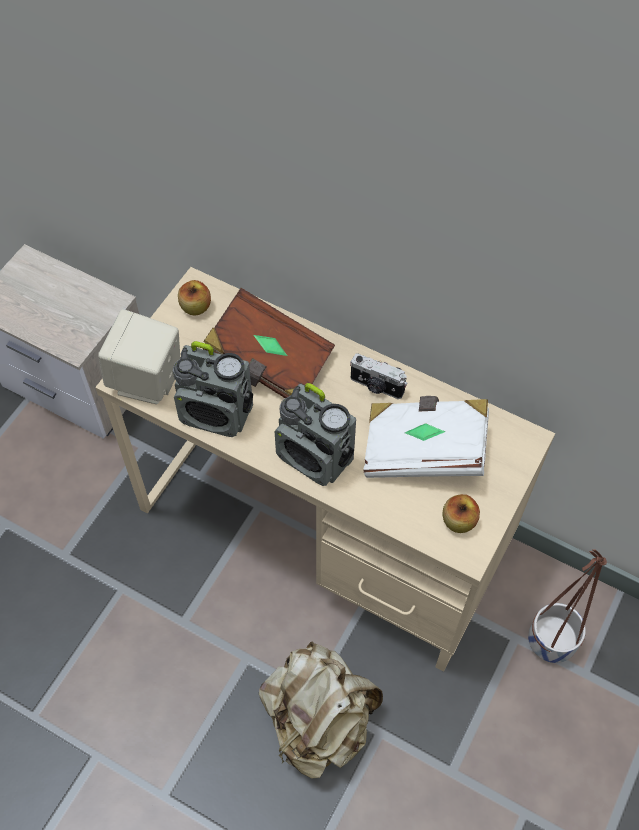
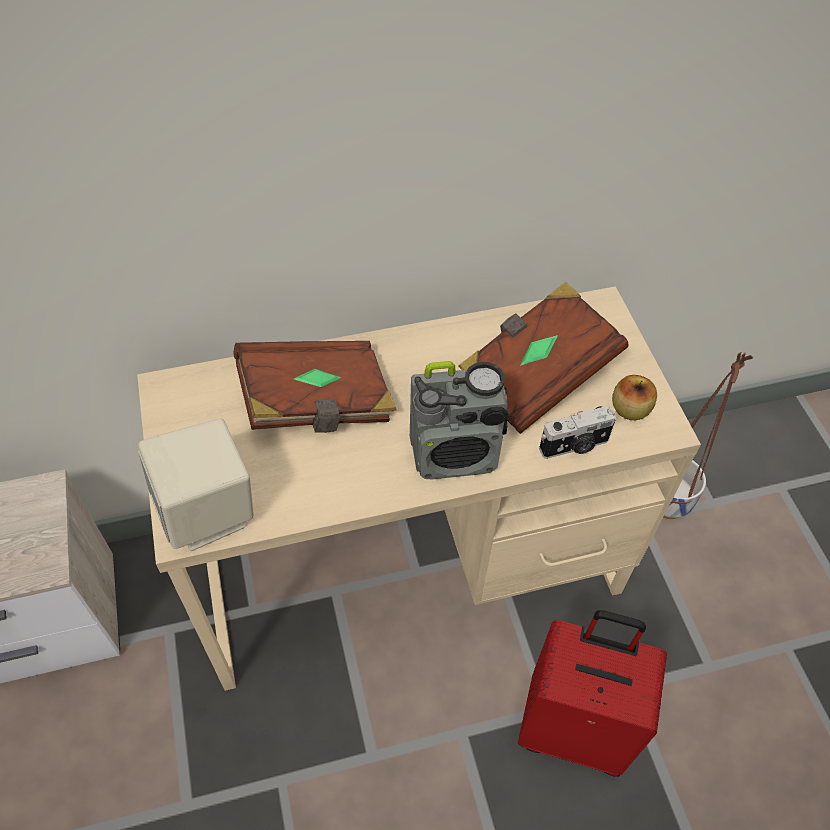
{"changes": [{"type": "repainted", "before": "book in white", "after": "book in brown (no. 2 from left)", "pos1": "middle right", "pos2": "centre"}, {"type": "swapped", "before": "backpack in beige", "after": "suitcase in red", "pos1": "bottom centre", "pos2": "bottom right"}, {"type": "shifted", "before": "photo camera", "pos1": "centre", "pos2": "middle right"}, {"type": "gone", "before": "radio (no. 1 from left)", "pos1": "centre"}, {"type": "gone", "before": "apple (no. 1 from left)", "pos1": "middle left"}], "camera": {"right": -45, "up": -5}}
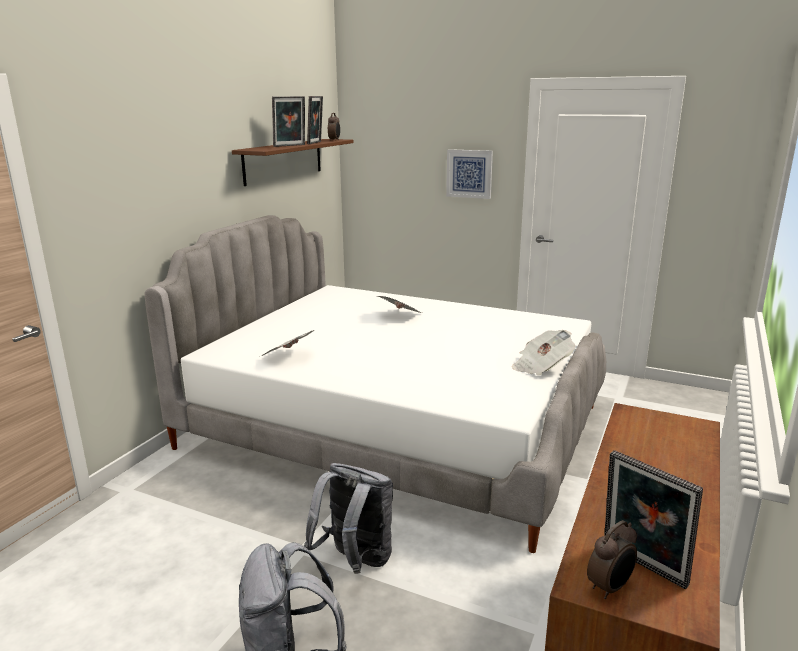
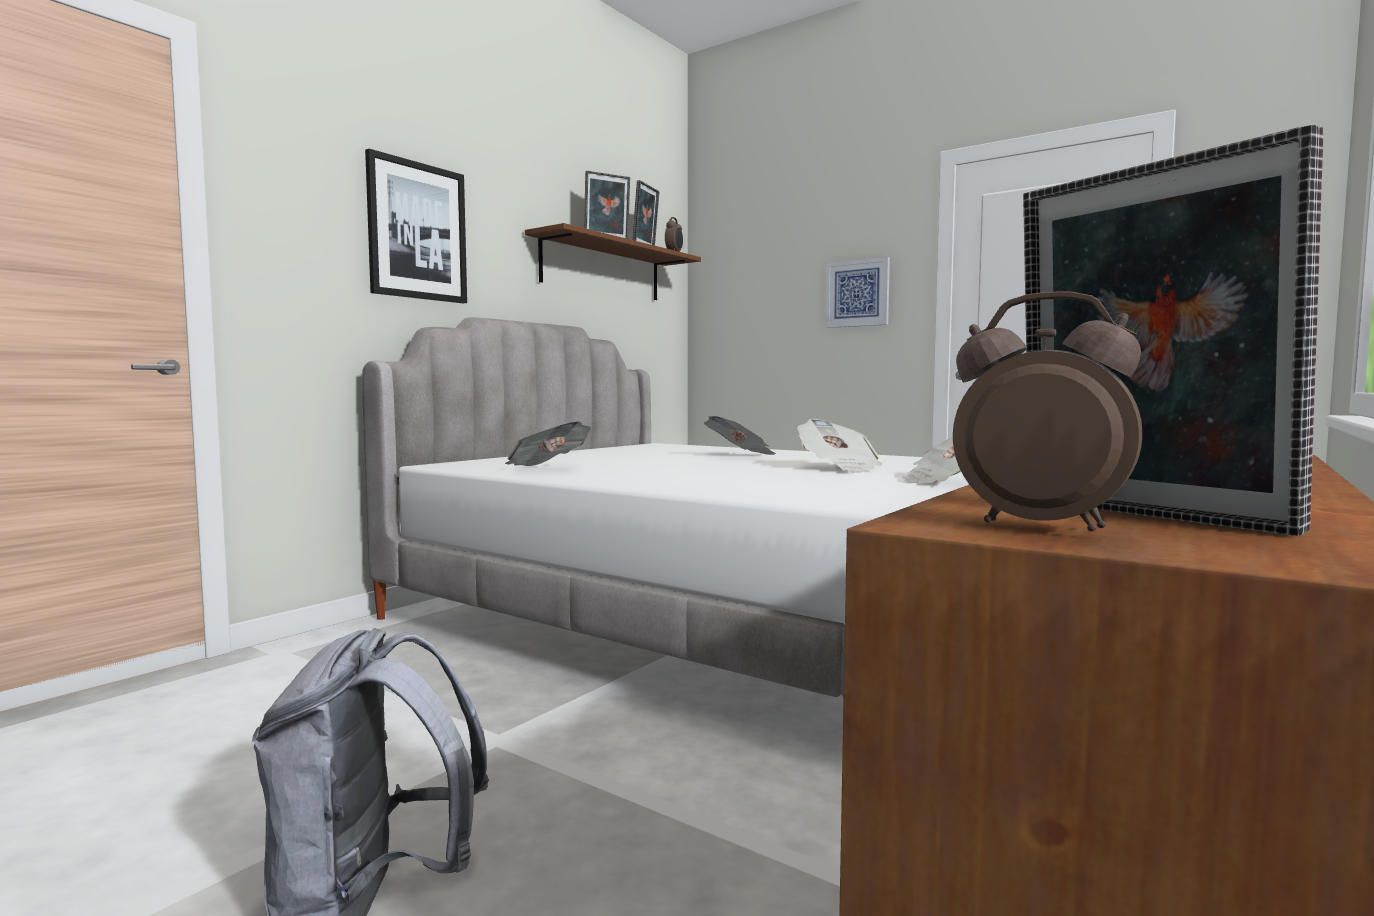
{"changes": [{"type": "new", "after": "picture (no. 1 from left)", "pos2": "top left"}, {"type": "new", "after": "newspaper (no. 3 from left)", "pos2": "centre"}, {"type": "rotated", "before": "alarm clock (no. 2 from left)", "pos1": "bottom right", "pos2": "middle right", "turn": -120}, {"type": "gone", "before": "backpack in grey (no. 2 from left)", "pos1": "bottom centre"}], "camera": {"right": 10, "up": -15}}
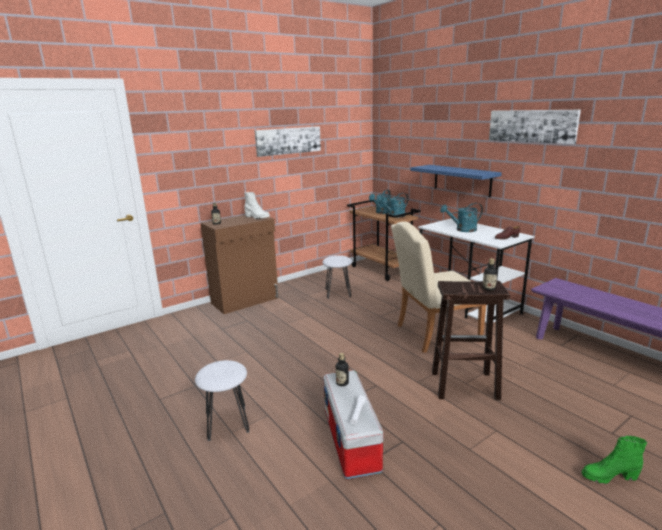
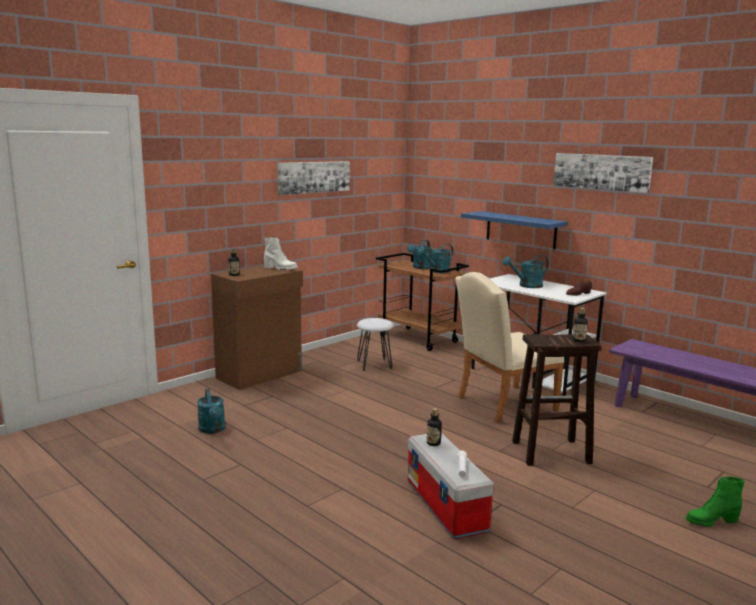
{"changes": [{"type": "new", "after": "watering can in turquoise (no. 1 from left)", "pos2": "bottom left"}, {"type": "gone", "before": "stool in white (no. 1 from left)", "pos1": "bottom centre"}], "camera": {"right": -10, "up": -5}}
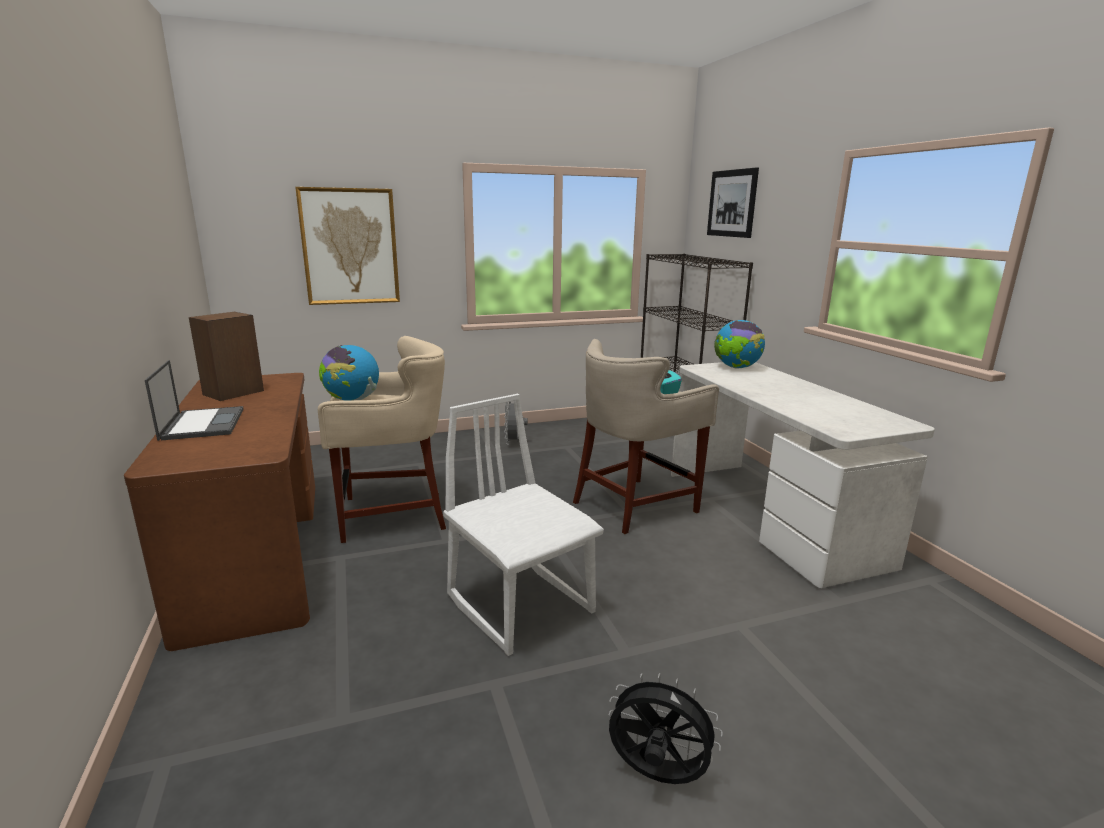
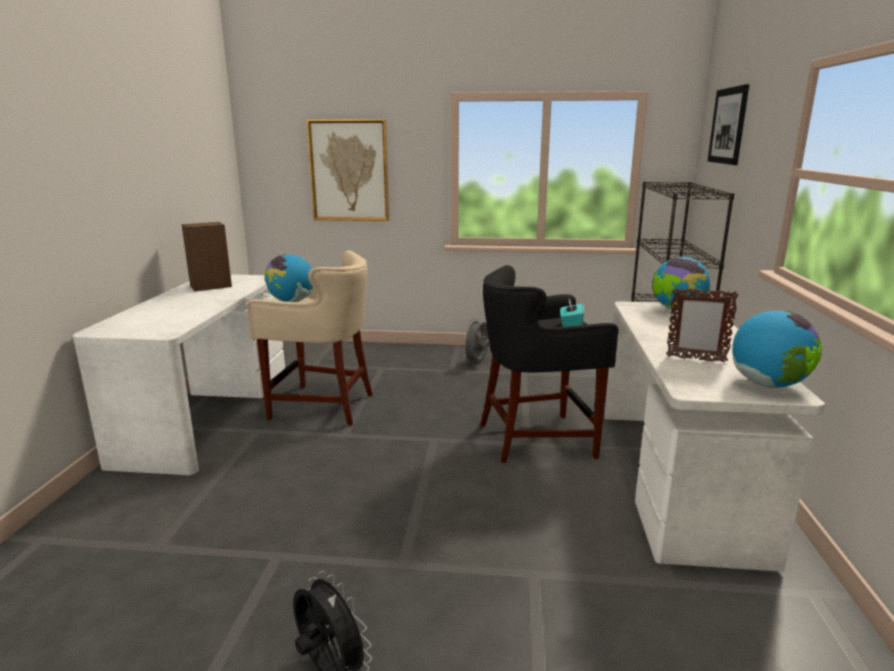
{"changes": [{"type": "repainted", "before": "desk in brown", "after": "desk in white (no. 1 from left)", "pos1": "middle left", "pos2": "middle left"}, {"type": "repainted", "before": "stool in beige (no. 2 from left)", "after": "stool in black", "pos1": "centre", "pos2": "centre"}, {"type": "new", "after": "picture frame", "pos2": "middle right"}, {"type": "new", "after": "globe (no. 3 from left)", "pos2": "middle right"}, {"type": "gone", "before": "laptop", "pos1": "middle left"}, {"type": "gone", "before": "chair in white", "pos1": "centre"}], "camera": {"right": 25, "up": 0}}
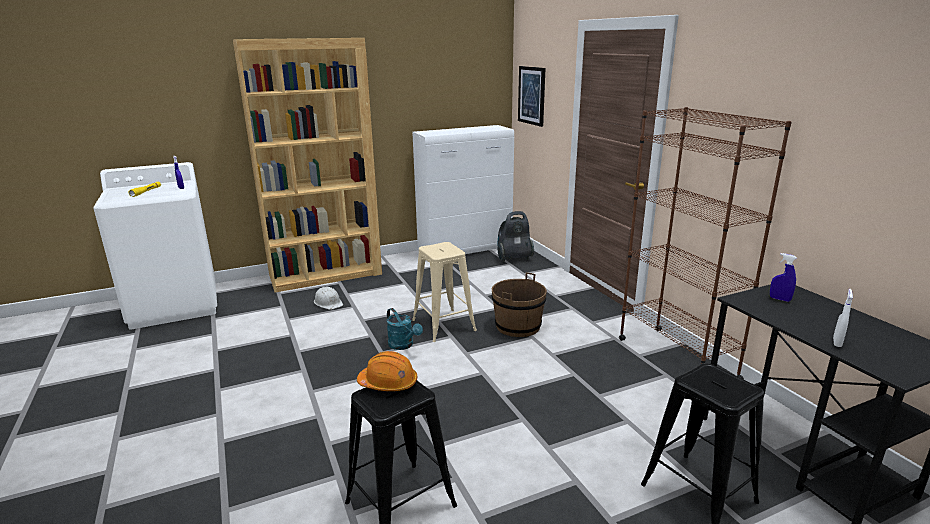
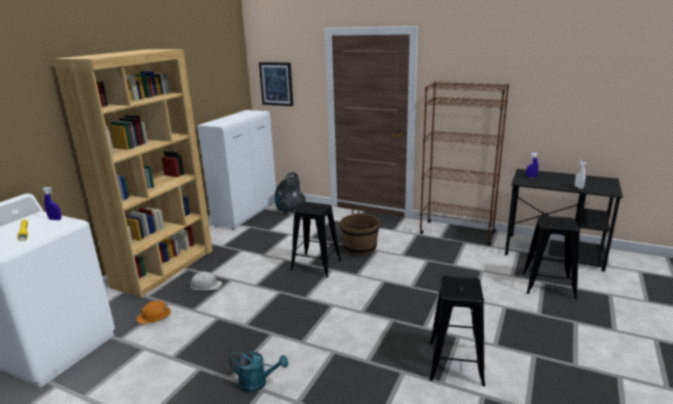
{"changes": [{"type": "shifted", "before": "hard hat in orange", "pos1": "bottom centre", "pos2": "bottom left"}, {"type": "shifted", "before": "watering can in turquoise", "pos1": "centre", "pos2": "bottom centre"}, {"type": "repainted", "before": "stool in beige", "after": "stool in black (no. 1 from left)", "pos1": "centre", "pos2": "centre"}], "camera": {"right": -40, "up": 0}}
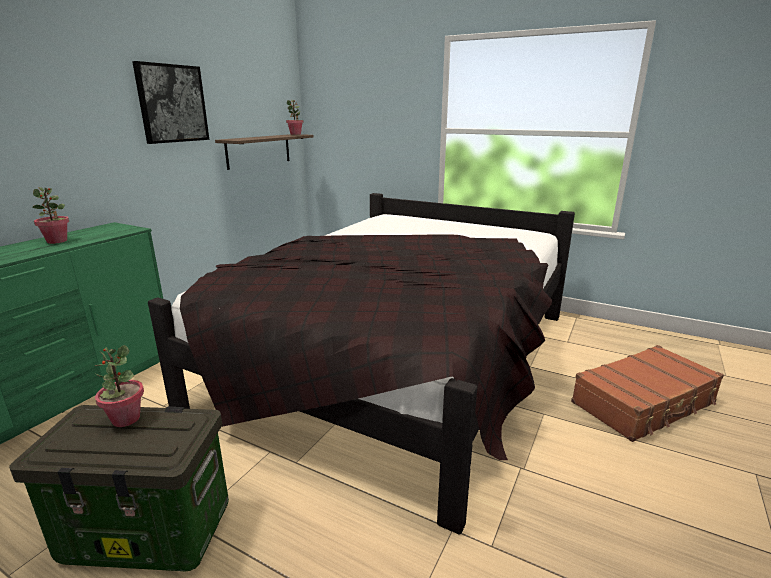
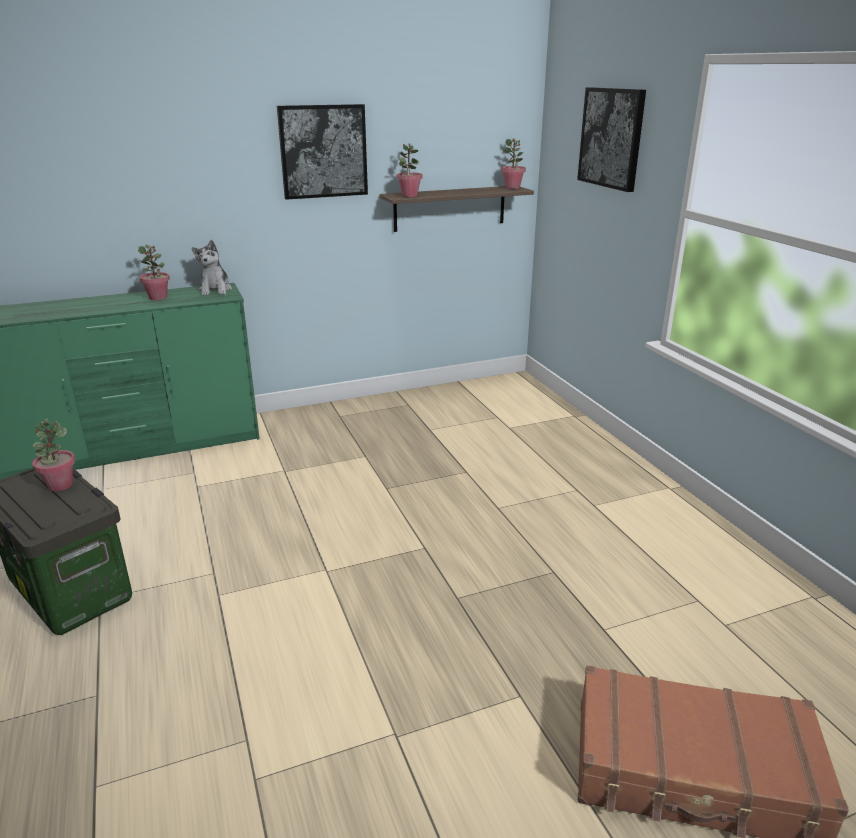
{"changes": [{"type": "new", "after": "plush toy", "pos2": "top left"}, {"type": "new", "after": "potted plant (no. 3 from left)", "pos2": "top centre"}, {"type": "new", "after": "picture (no. 2 from left)", "pos2": "top right"}, {"type": "gone", "before": "bed in black", "pos1": "centre"}], "camera": {"right": 40, "up": 5}}
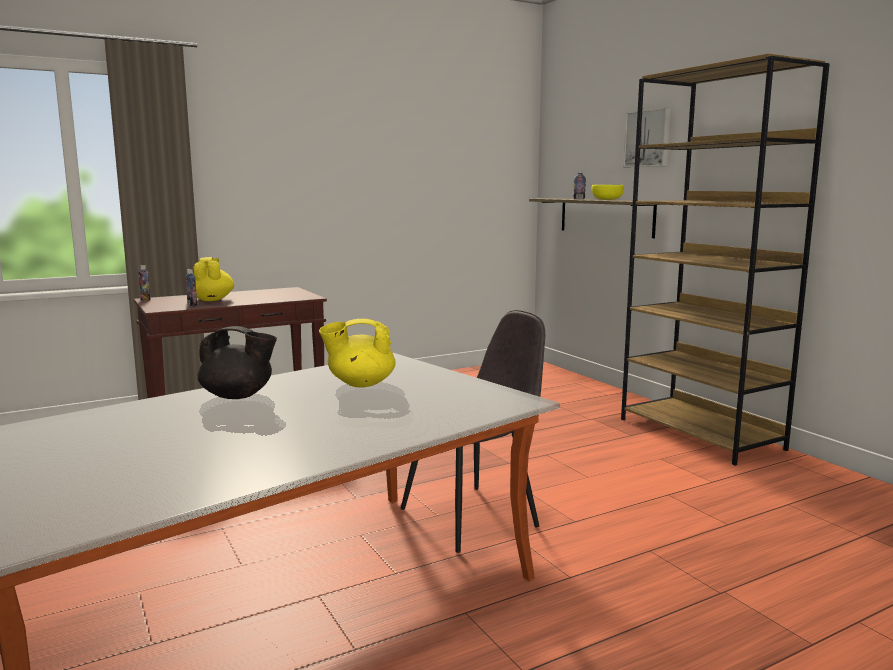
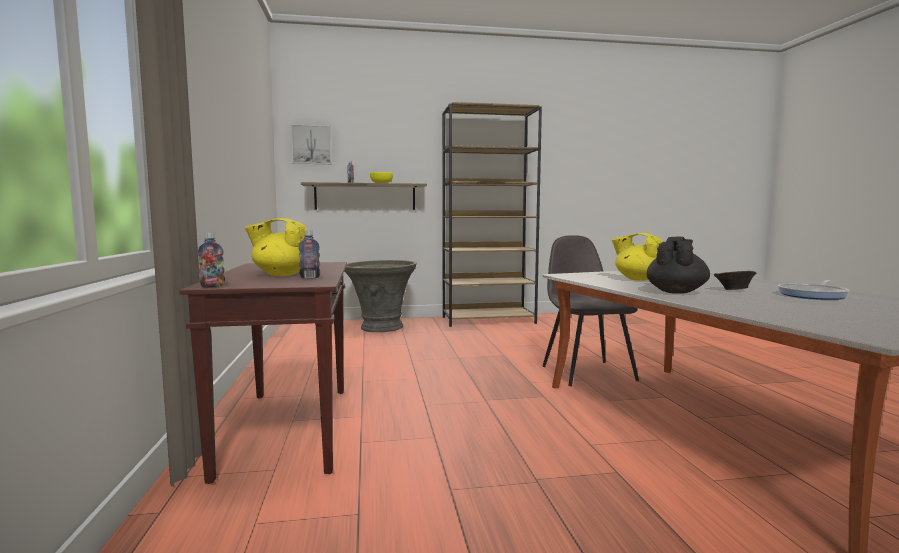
{"changes": [{"type": "shifted", "before": "picture", "pos1": "top right", "pos2": "top centre"}, {"type": "new", "after": "planter in grey", "pos2": "centre"}, {"type": "rotated", "before": "teapot in yellow (no. 2 from left)", "pos1": "centre", "pos2": "middle right", "turn": 120}, {"type": "new", "after": "bowl in brown", "pos2": "middle right"}, {"type": "new", "after": "frying pan", "pos2": "middle right"}], "camera": {"right": -70, "up": -5}}
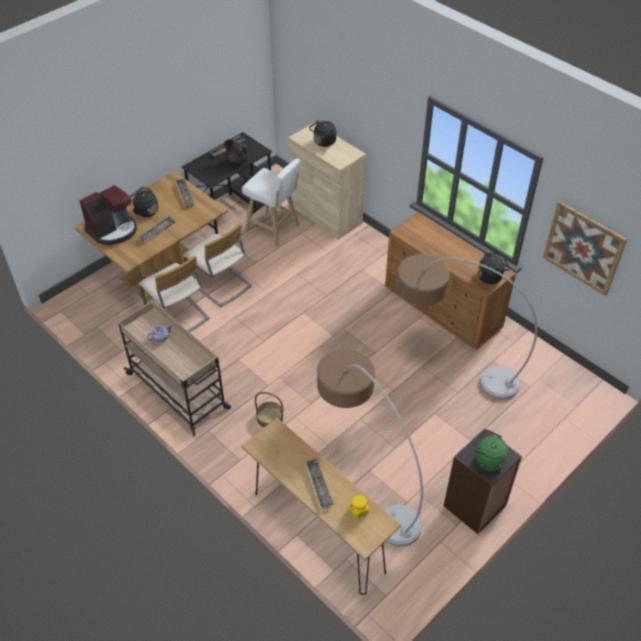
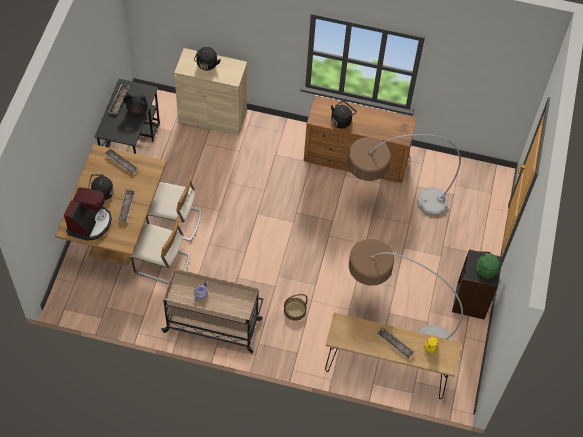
{"changes": [{"type": "shifted", "before": "kettle in black (no. 3 from left)", "pos1": "middle right", "pos2": "top centre"}, {"type": "gone", "before": "stool in white", "pos1": "top centre"}, {"type": "gone", "before": "picture", "pos1": "middle right"}], "camera": {"right": -35, "up": 10}}
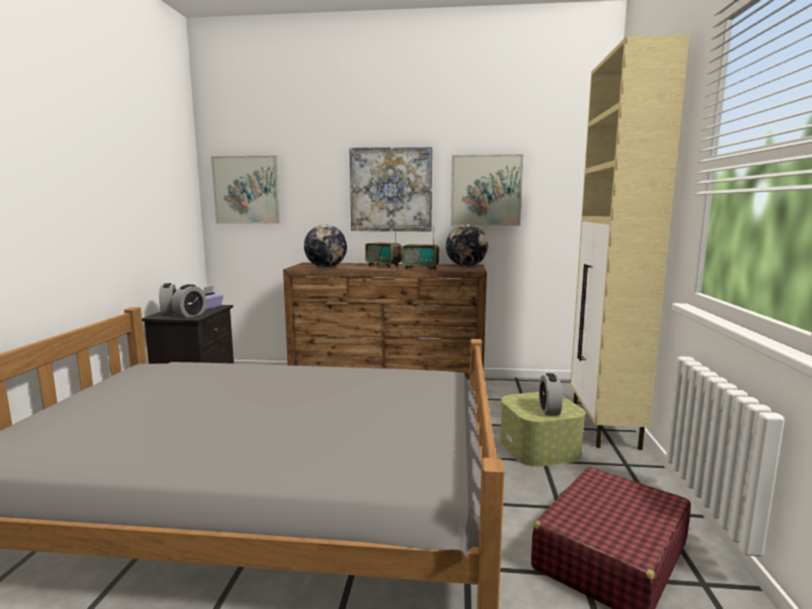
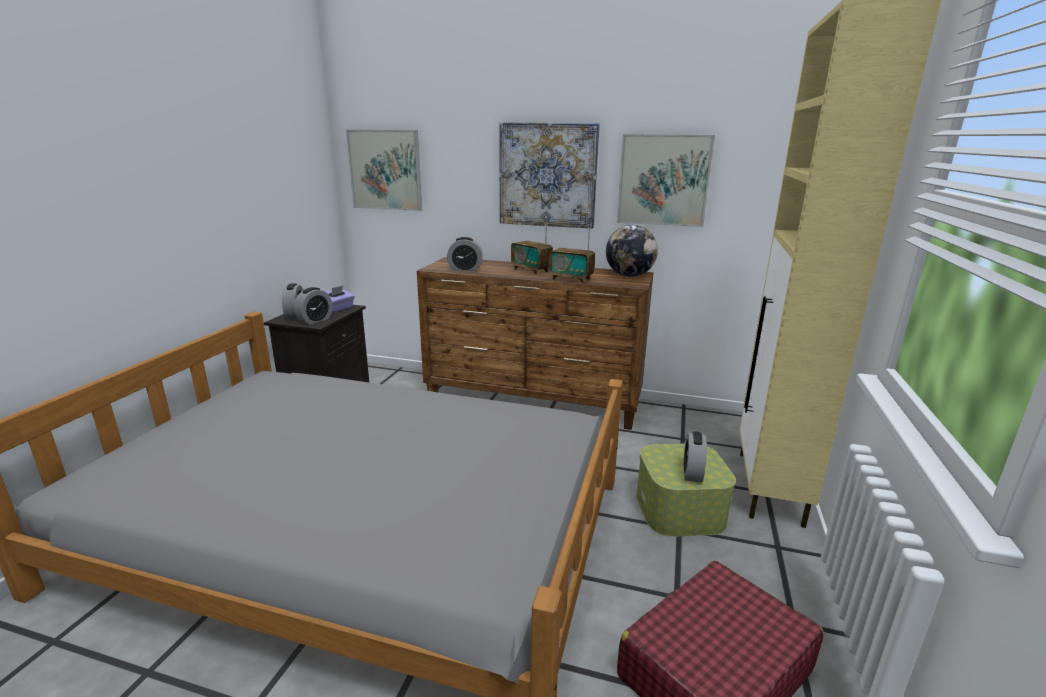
{"changes": [{"type": "swapped", "before": "globe (no. 1 from left)", "after": "alarm clock (no. 3 from left)", "pos1": "centre", "pos2": "centre"}], "camera": {"right": 10, "up": 10}}
